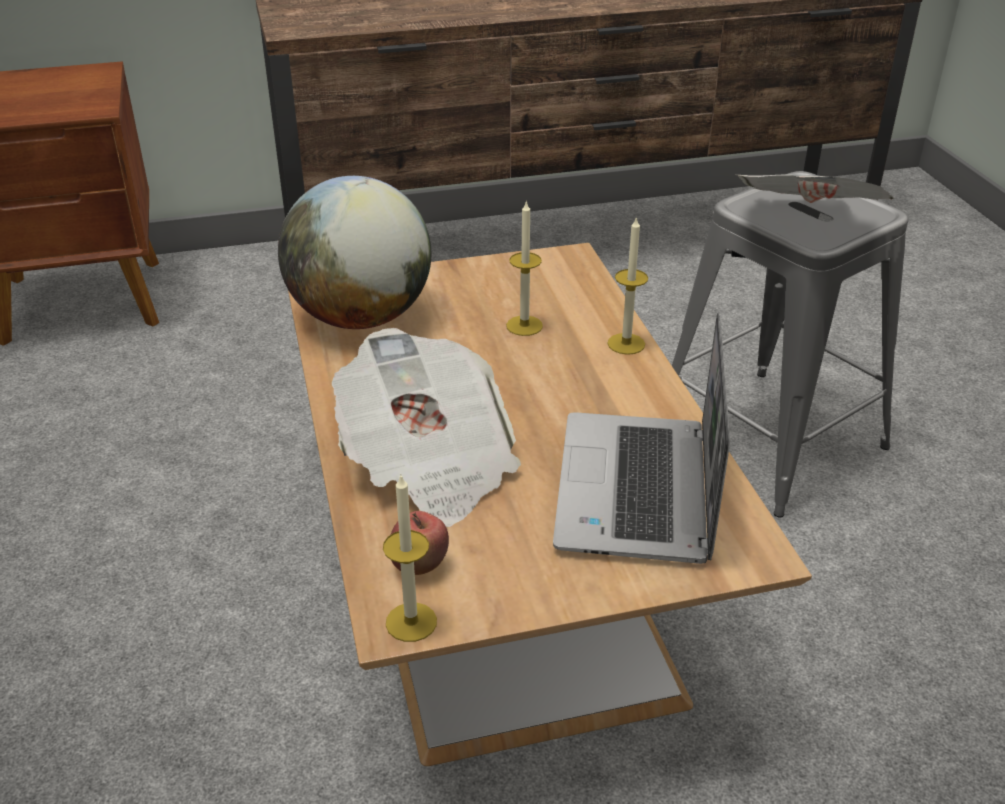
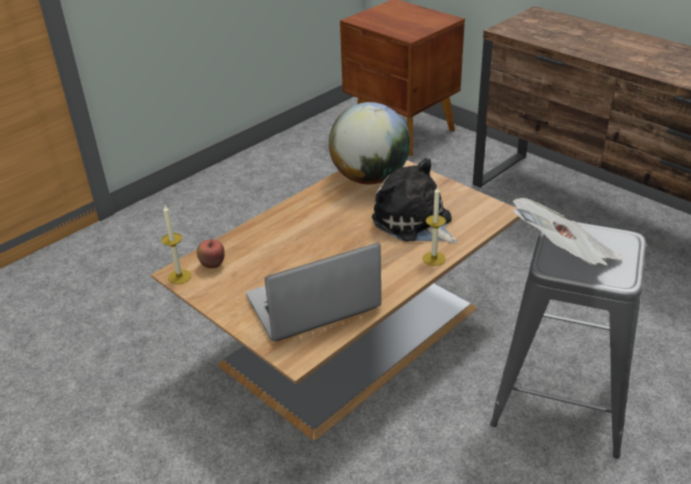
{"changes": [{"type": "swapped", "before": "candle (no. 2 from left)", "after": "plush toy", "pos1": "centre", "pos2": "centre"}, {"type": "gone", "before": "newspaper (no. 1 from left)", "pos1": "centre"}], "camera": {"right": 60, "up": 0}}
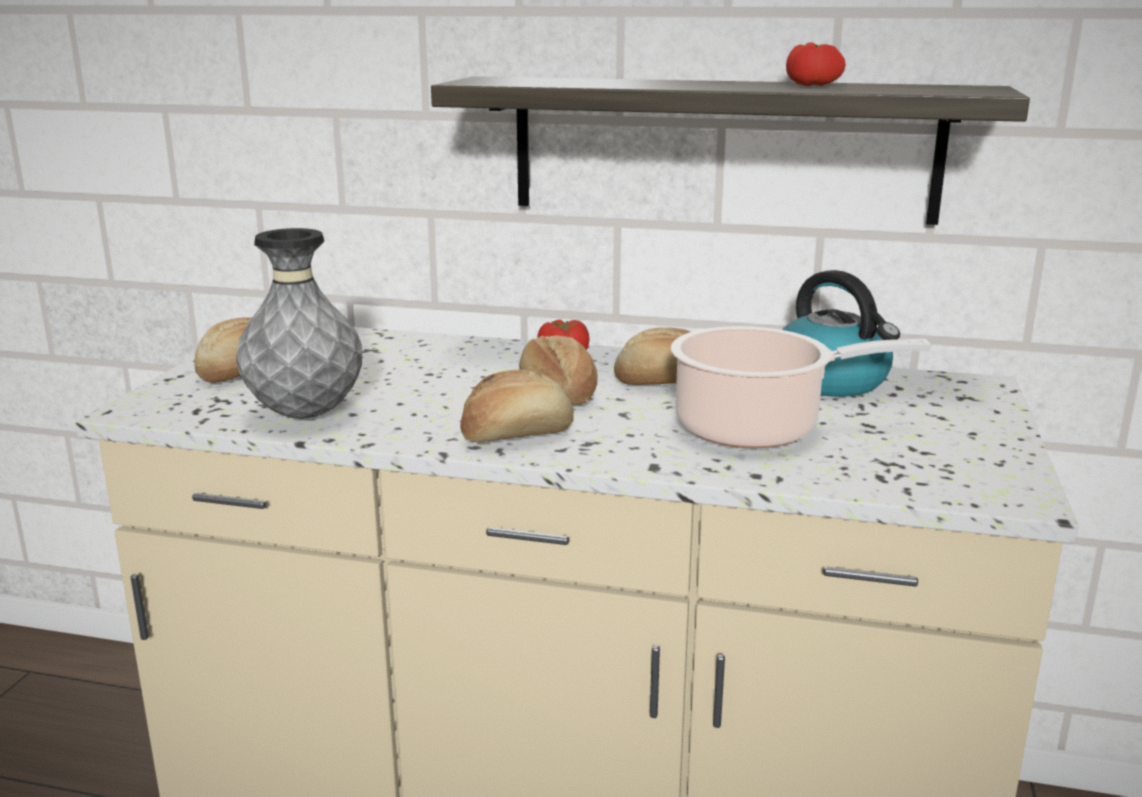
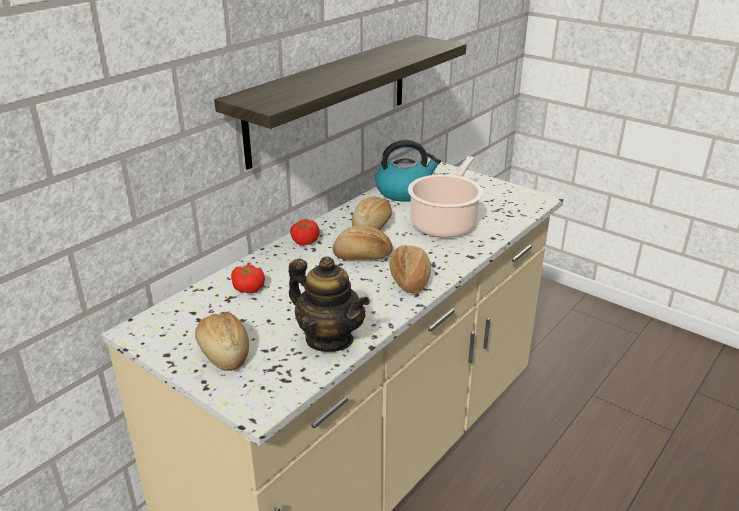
{"changes": [{"type": "shifted", "before": "tomato (no. 2 from left in the first image)", "after": "tomato (no. 1 from left)", "pos1": "top right", "pos2": "centre"}, {"type": "swapped", "before": "vase in grey", "after": "teapot", "pos1": "middle left", "pos2": "centre"}], "camera": {"right": -65, "up": 10}}
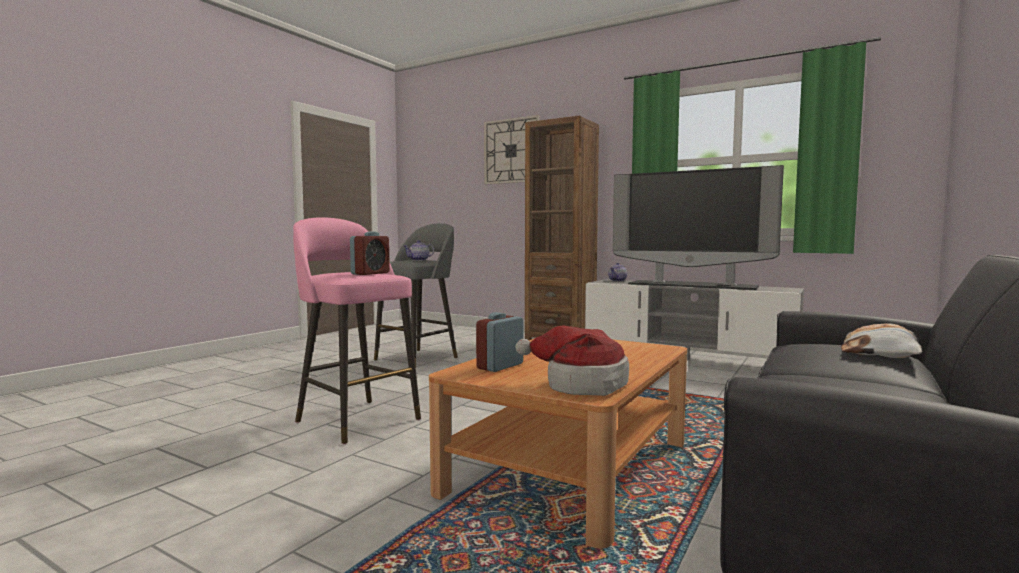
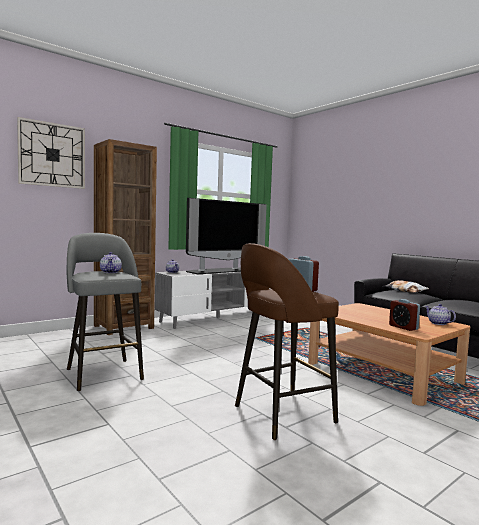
{"changes": [{"type": "repainted", "before": "stool in pink", "after": "stool in brown", "pos1": "centre", "pos2": "centre"}, {"type": "swapped", "before": "hat", "after": "teapot (no. 3 from left)", "pos1": "centre", "pos2": "middle right"}], "camera": {"right": -70, "up": 0}}
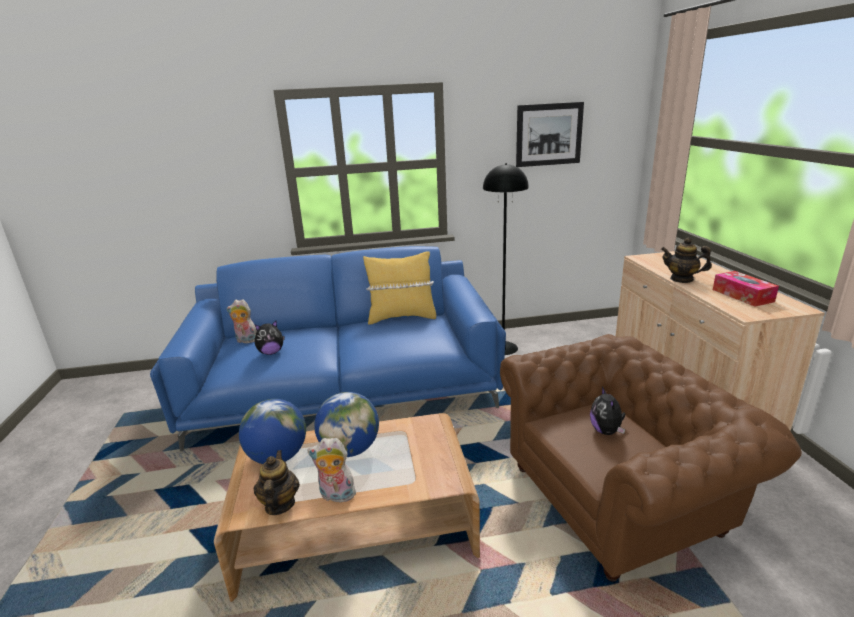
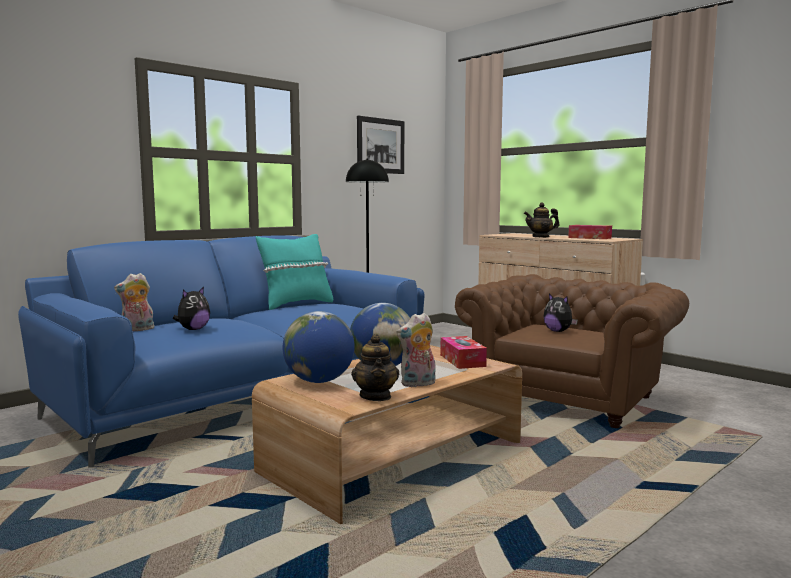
{"changes": [{"type": "repainted", "before": "pillow in yellow", "after": "pillow in turquoise", "pos1": "centre", "pos2": "centre"}, {"type": "rotated", "before": "teapot (no. 1 from left)", "pos1": "bottom left", "pos2": "centre", "turn": -150}, {"type": "new", "after": "tissue box (no. 1 from left)", "pos2": "centre"}], "camera": {"right": -35, "up": -15}}
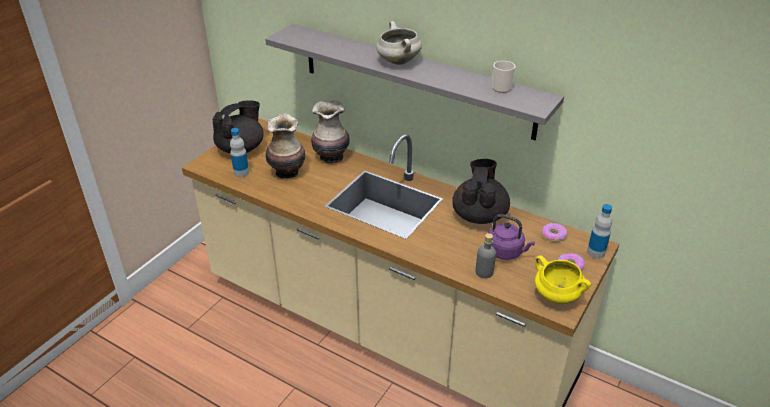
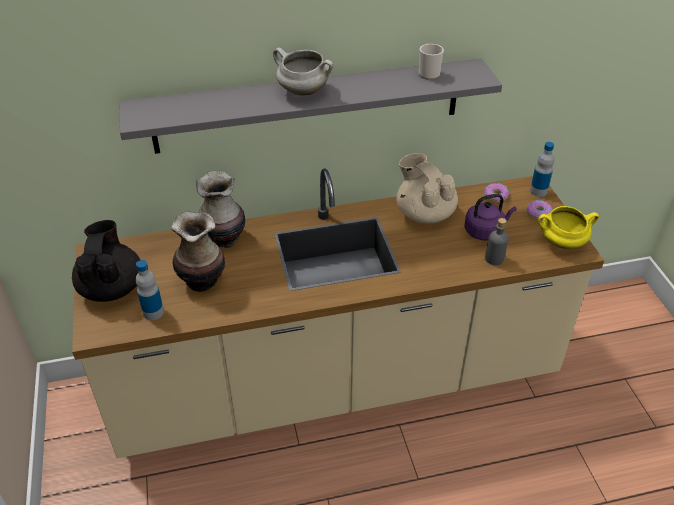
{"changes": [{"type": "repainted", "before": "teapot in black (no. 2 from left)", "after": "teapot in beige", "pos1": "centre", "pos2": "centre"}], "camera": {"right": -45, "up": 5}}
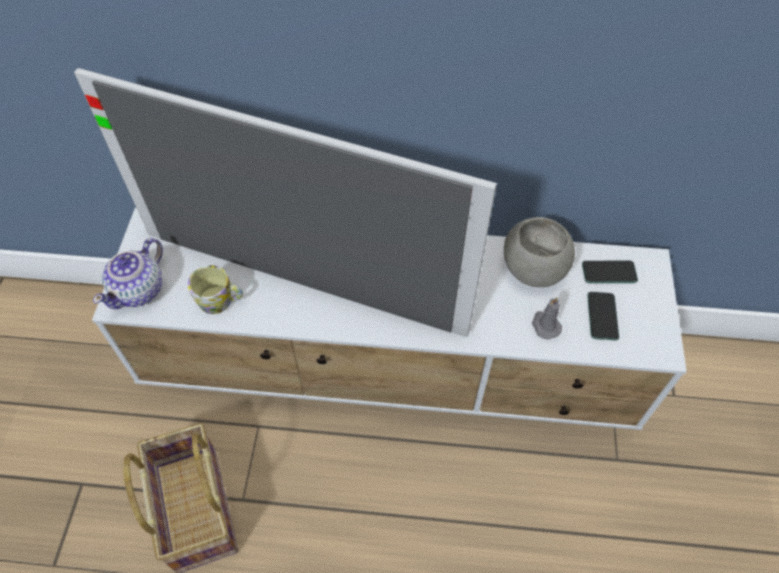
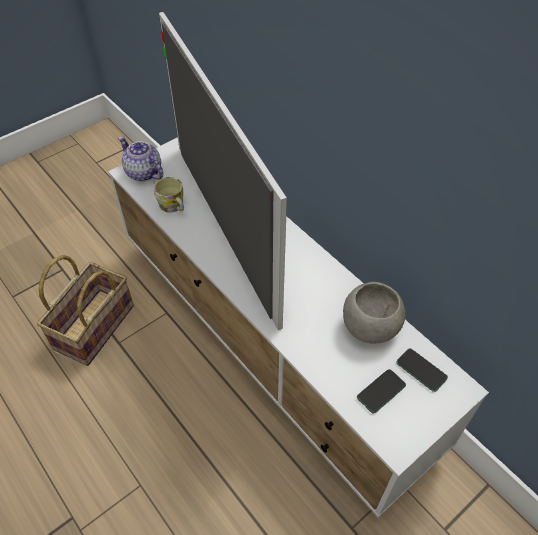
{"changes": [{"type": "rotated", "before": "teapot", "pos1": "middle left", "pos2": "top left", "turn": 60}, {"type": "gone", "before": "candle in grey", "pos1": "middle right"}], "camera": {"right": 45, "up": -5}}
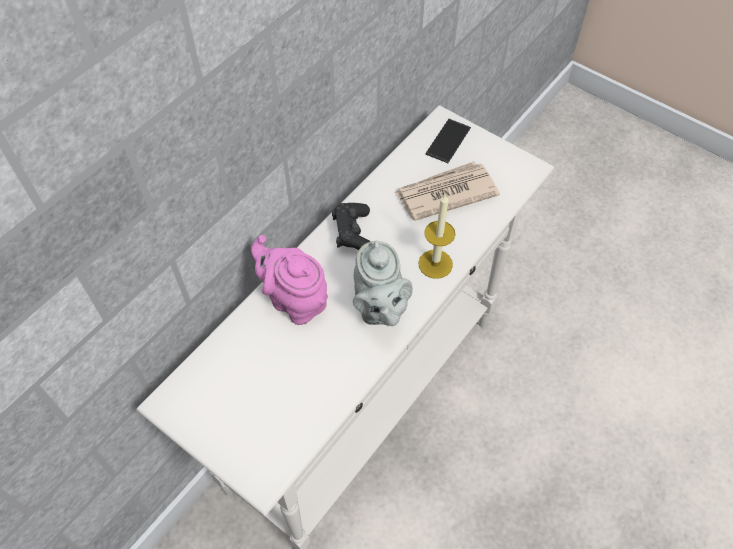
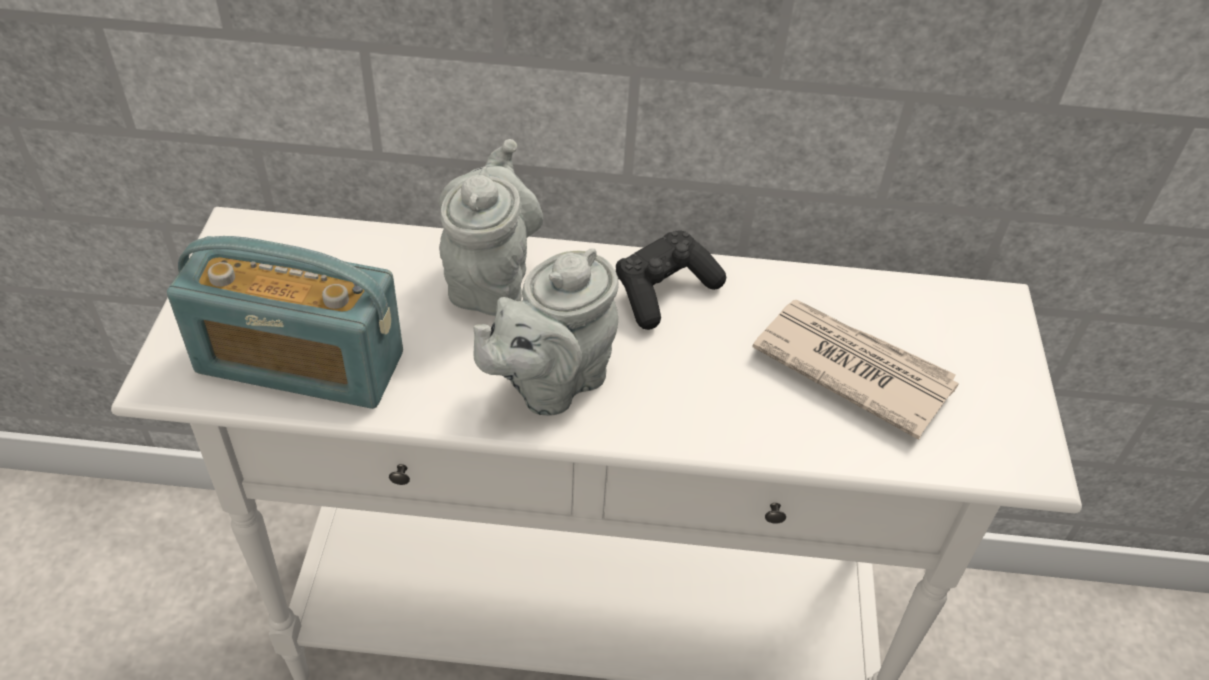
{"changes": [{"type": "new", "after": "radio", "pos2": "middle left"}, {"type": "repainted", "before": "teapot in pink", "after": "teapot in grey (no. 1 from left)", "pos1": "centre", "pos2": "centre"}, {"type": "gone", "before": "candle", "pos1": "centre"}, {"type": "gone", "before": "phone", "pos1": "top centre"}], "camera": {"right": 55, "up": -10}}
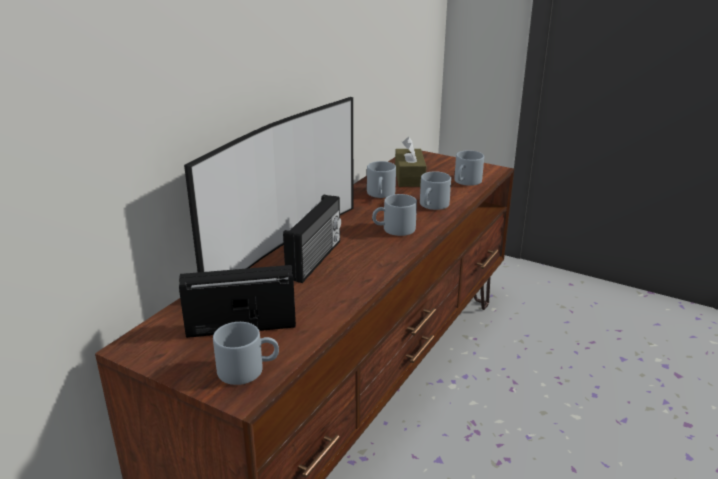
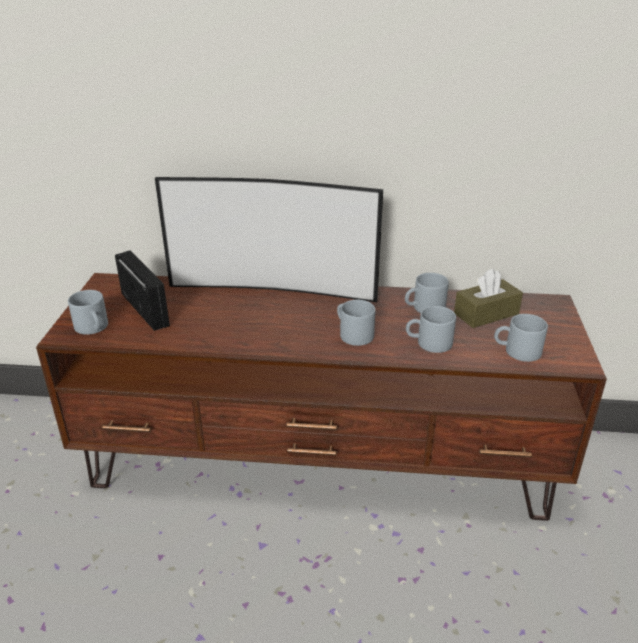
{"changes": [{"type": "gone", "before": "radio (no. 2 from left)", "pos1": "centre"}], "camera": {"right": 65, "up": 5}}
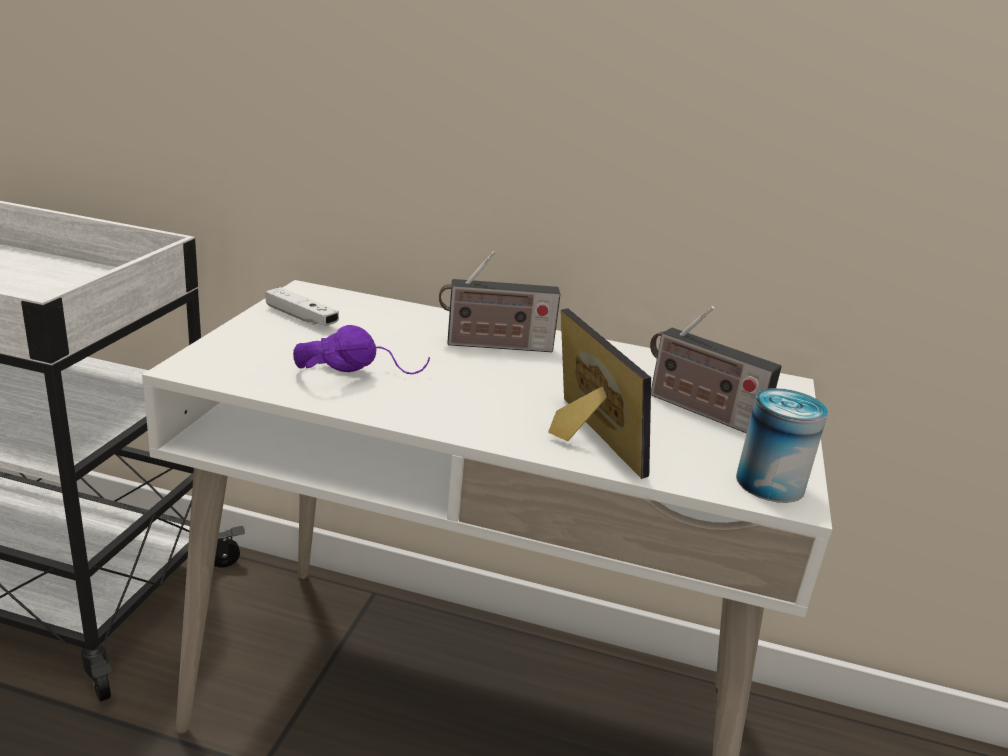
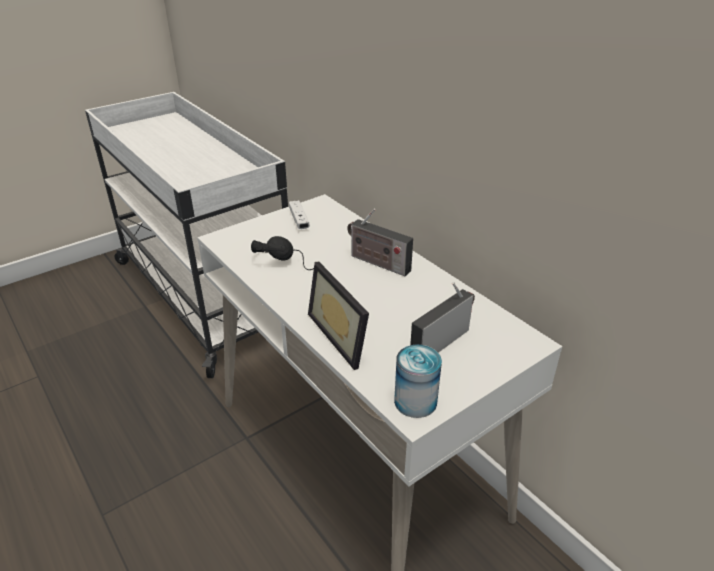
{"changes": [{"type": "repainted", "before": "headphones in purple", "after": "headphones in black", "pos1": "centre", "pos2": "centre"}, {"type": "rotated", "before": "picture frame", "pos1": "centre", "pos2": "centre", "turn": 135}, {"type": "rotated", "before": "radio (no. 2 from left)", "pos1": "middle right", "pos2": "centre", "turn": 60}], "camera": {"right": 40, "up": 10}}
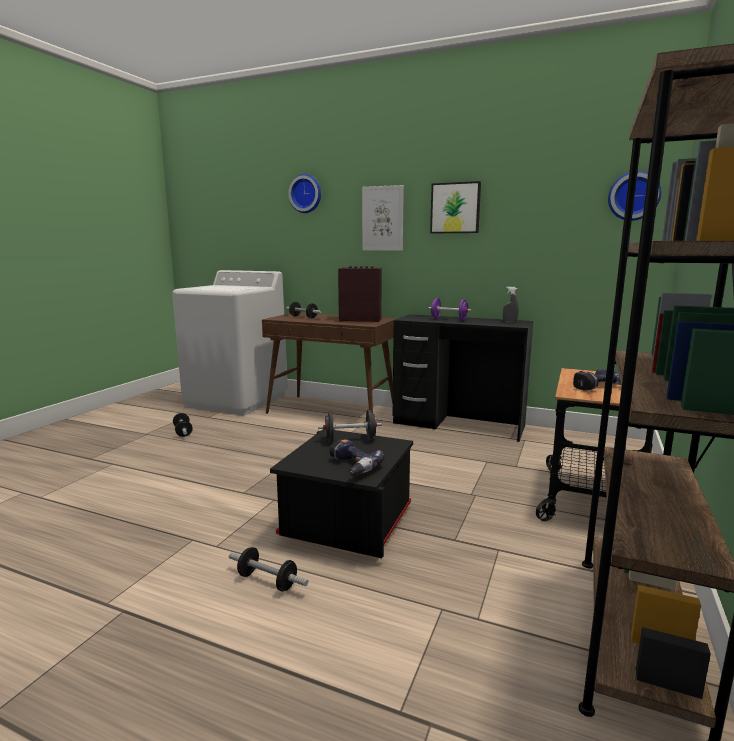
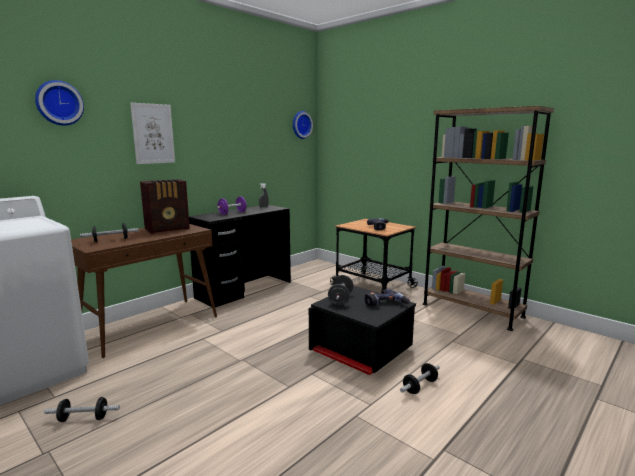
{"changes": [{"type": "rotated", "before": "radio", "pos1": "centre", "pos2": "middle left", "turn": -150}, {"type": "gone", "before": "picture (no. 2 from left)", "pos1": "top centre"}], "camera": {"right": -70, "up": 0}}
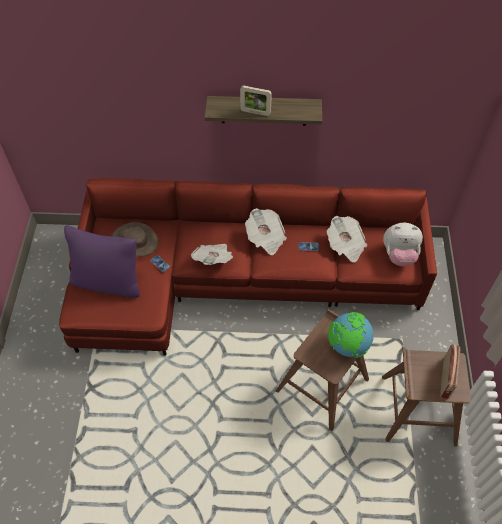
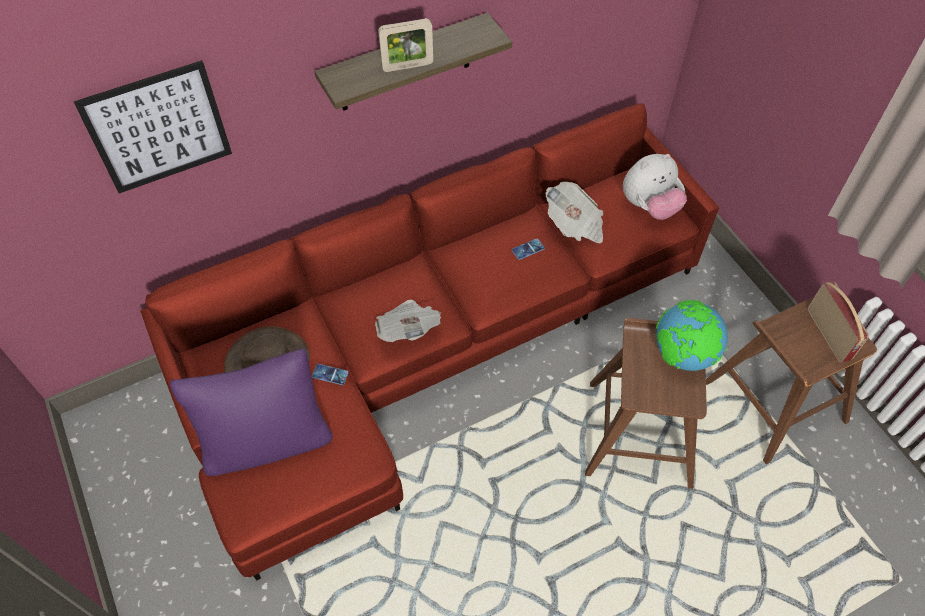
{"changes": [{"type": "new", "after": "picture", "pos2": "top left"}, {"type": "gone", "before": "newspaper (no. 2 from left)", "pos1": "centre"}], "camera": {"right": -30, "up": 0}}
